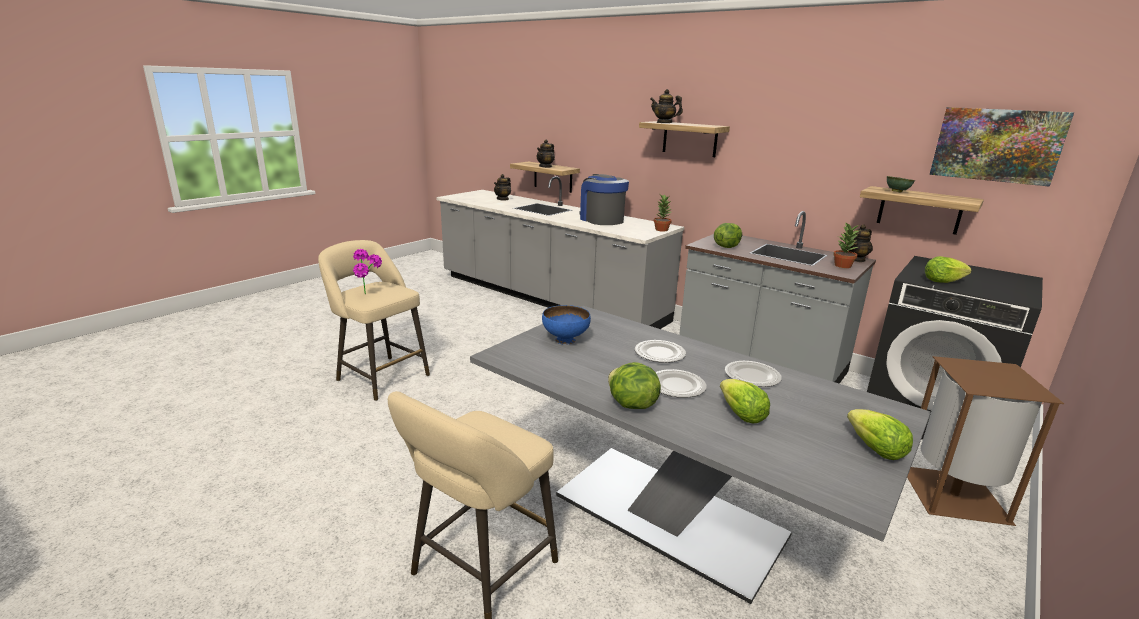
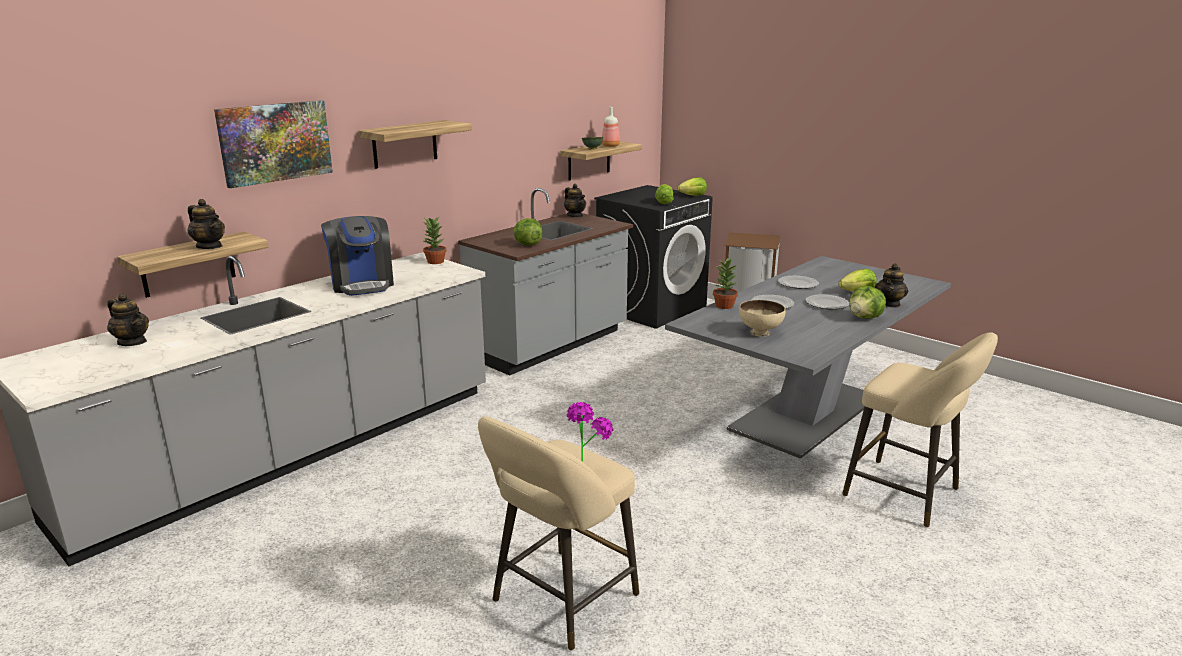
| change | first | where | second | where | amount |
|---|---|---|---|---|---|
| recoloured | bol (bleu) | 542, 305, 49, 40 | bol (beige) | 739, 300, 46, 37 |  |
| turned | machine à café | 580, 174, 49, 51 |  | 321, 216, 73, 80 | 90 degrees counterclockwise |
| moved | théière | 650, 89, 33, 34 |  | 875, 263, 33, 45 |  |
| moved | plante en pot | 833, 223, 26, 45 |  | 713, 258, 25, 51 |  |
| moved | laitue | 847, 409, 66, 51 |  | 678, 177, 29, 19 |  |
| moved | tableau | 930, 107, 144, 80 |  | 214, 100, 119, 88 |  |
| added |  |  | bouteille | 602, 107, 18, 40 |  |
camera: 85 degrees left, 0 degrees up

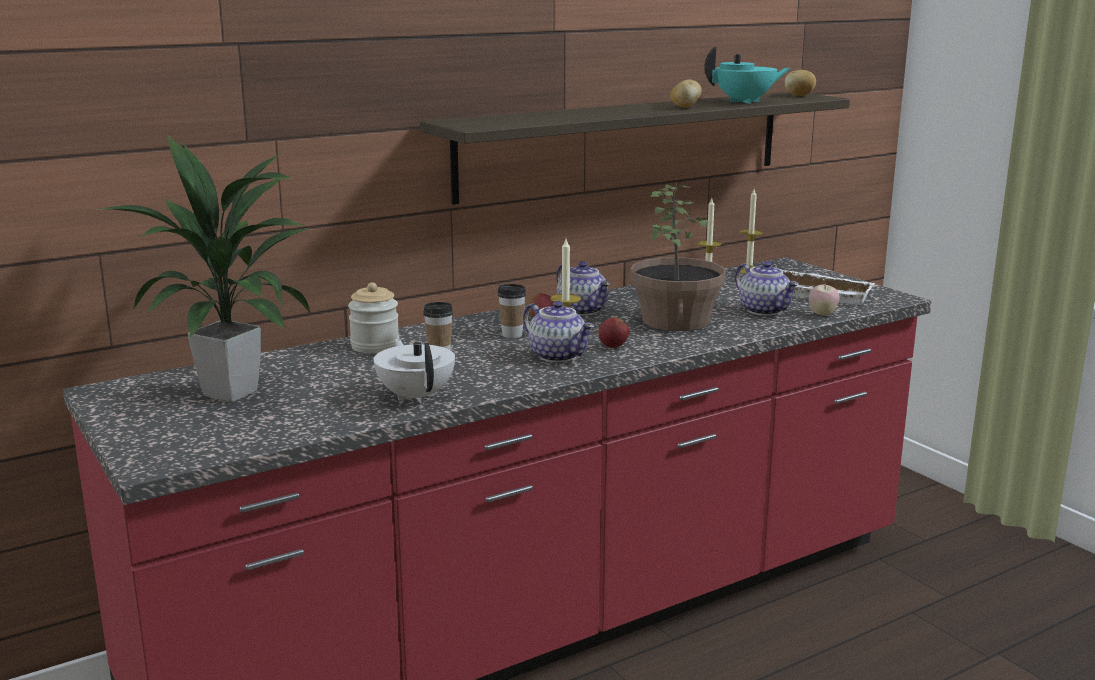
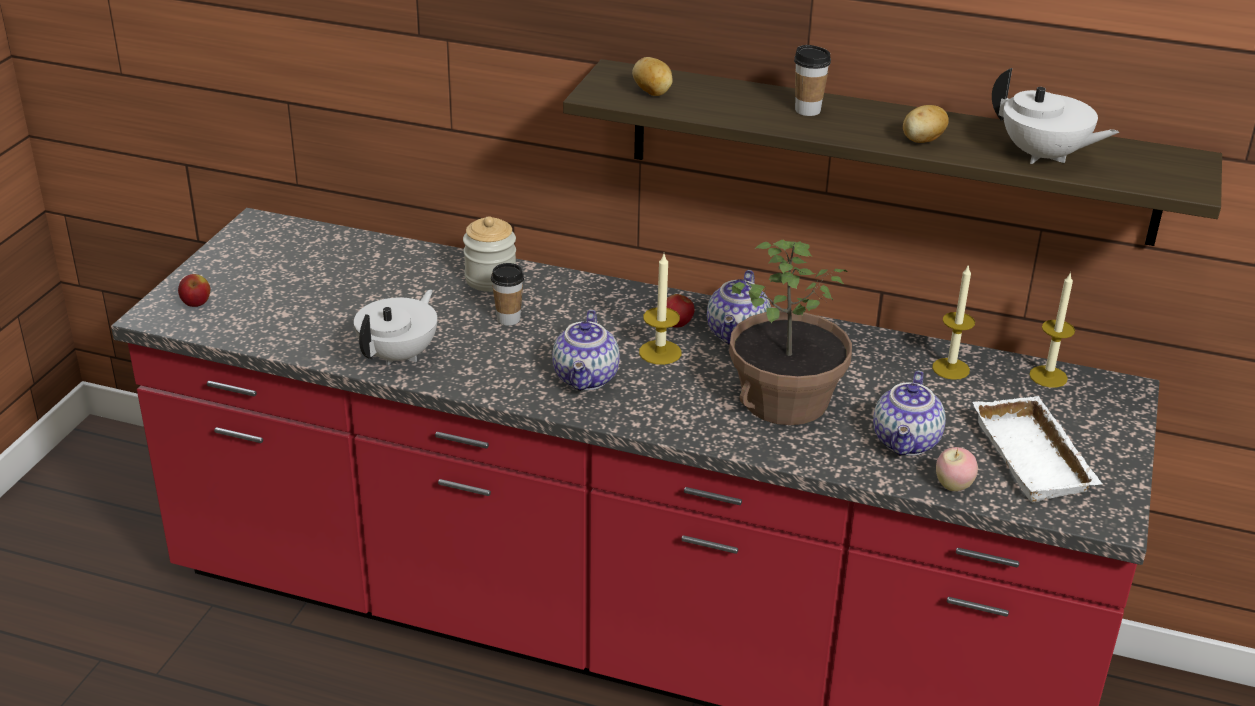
| change | first | where | second | where | amount |
|---|---|---|---|---|---|
| removed | plante en pot | 100, 134, 212, 268 |  |  |  |
| moved | tasse | 497, 284, 29, 54 |  | 794, 45, 37, 71 |  |
| moved | pomme | 598, 317, 31, 31 |  | 178, 274, 32, 33 |  |
| recoloured | théière (turquoise) | 704, 46, 87, 58 | théière (blanc) | 992, 68, 127, 96 |  |
| moved | pomme de terre | 784, 70, 32, 26 |  | 632, 57, 41, 39 |  |
camera: 50 degrees right, 15 degrees up

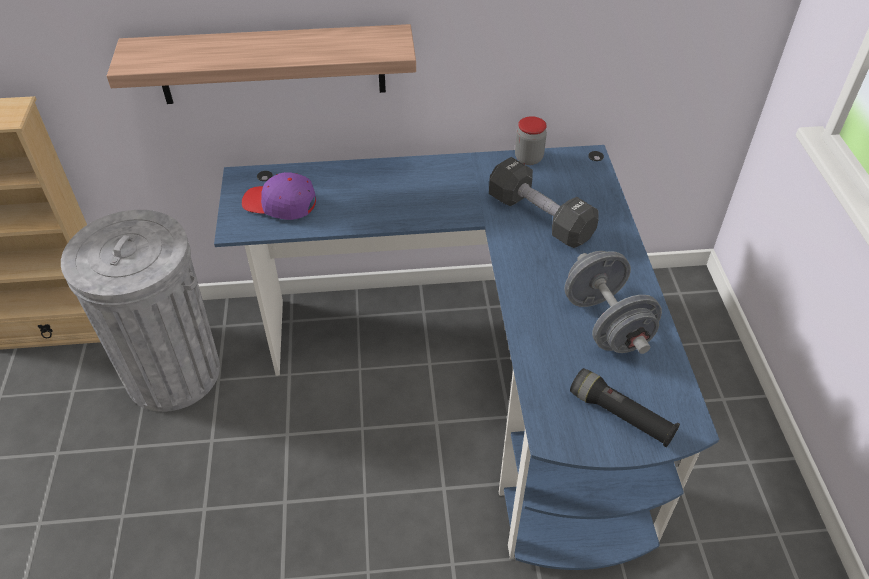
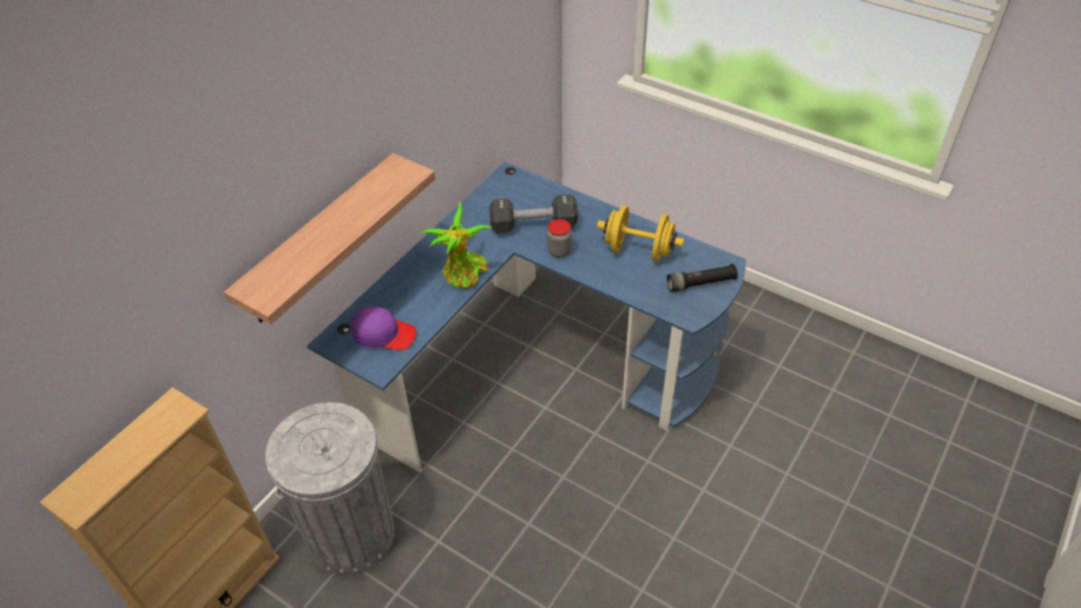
| change | first | where | second | where | amount |
|---|---|---|---|---|---|
| turned | casquette (violet) | 242, 172, 74, 48 |  | 351, 306, 65, 44 | 135 degrees counterclockwise |
| moved | bocal | 515, 116, 32, 49 |  | 547, 219, 25, 39 |  |
| recoloured | haltère (gris) | 564, 251, 98, 103 | haltère (jaune) | 597, 206, 87, 56 |  |
| added |  |  | plante en pot | 419, 202, 73, 87 |  |
camera: 50 degrees left, 0 degrees up

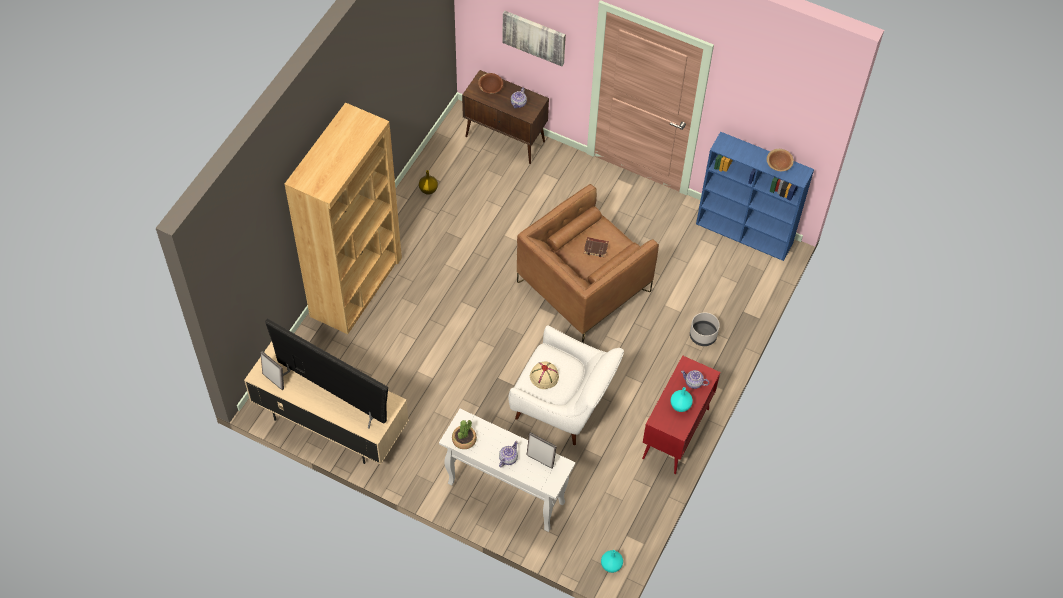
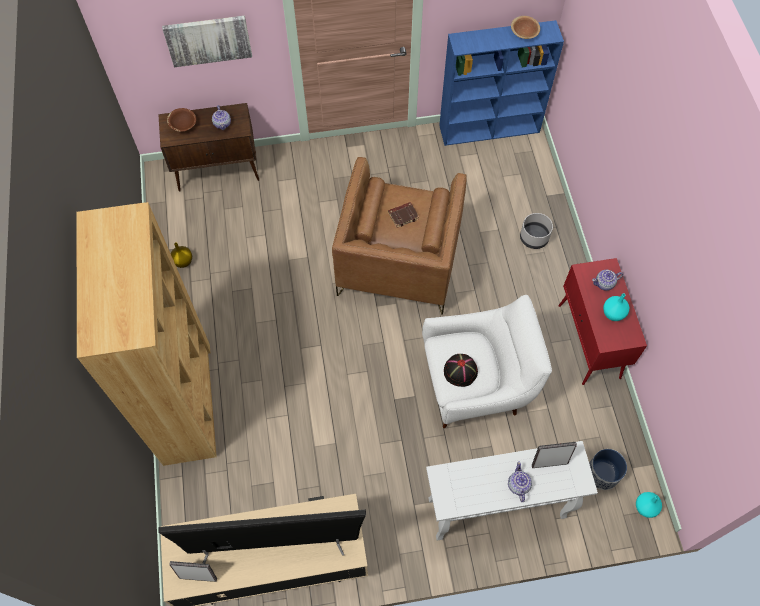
| change | first | where | second | where | amount |
|---|---|---|---|---|---|
| removed | plante en pot | 452, 420, 25, 29 |  |  |  |
| recoloured | chapeau (beige) | 530, 361, 29, 28 | chapeau (noir) | 444, 354, 34, 33 |  |
| added |  |  | cache-pot | 589, 449, 38, 41 |  |
camera: 35 degrees left, 5 degrees up

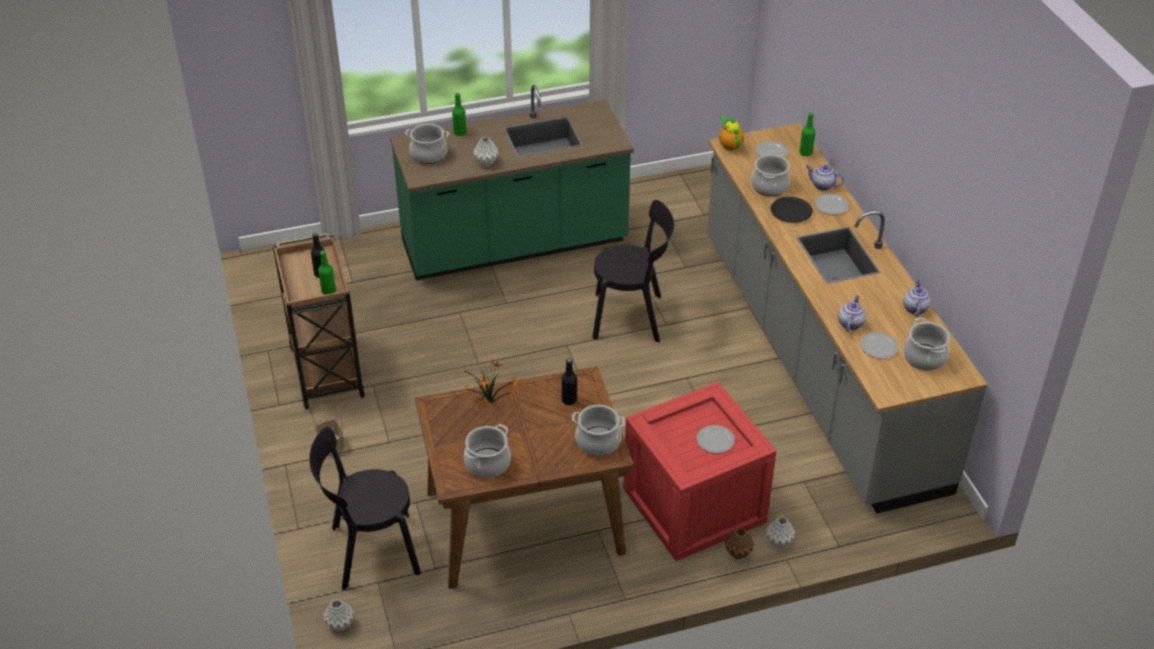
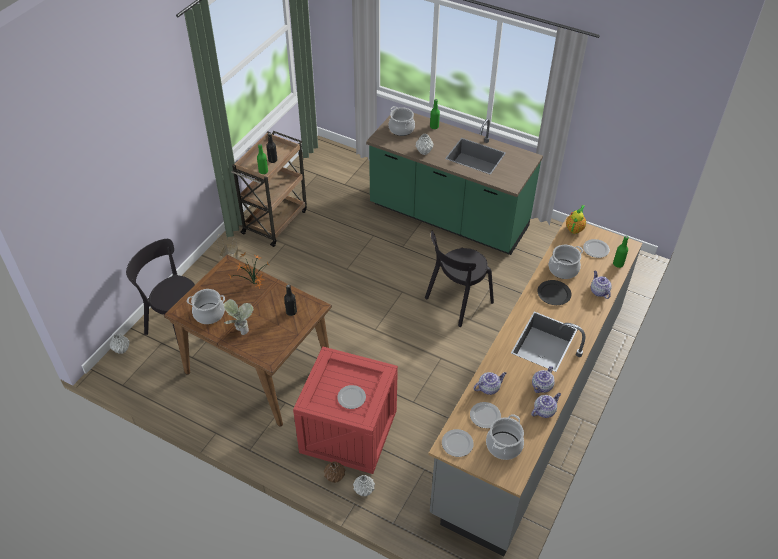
| change | first | where | second | where | amount |
|---|---|---|---|---|---|
| removed | marmite | 572, 405, 54, 51 |  |  |  |
| turned | chaise (noir) | 592, 200, 82, 142 |  | 425, 231, 69, 96 | 90 degrees clockwise |
| moved | assiette | 815, 194, 34, 21 |  | 442, 429, 32, 28 |  |
| added |  |  | plante en pot | 224, 299, 29, 36 |  |
| added |  |  | théière | 532, 366, 23, 27 |  |
camera: 45 degrees right, 5 degrees up

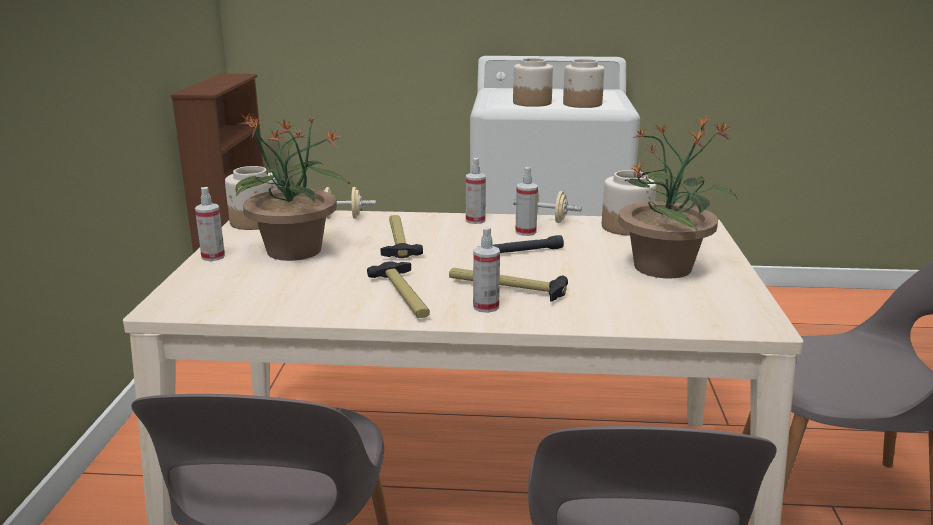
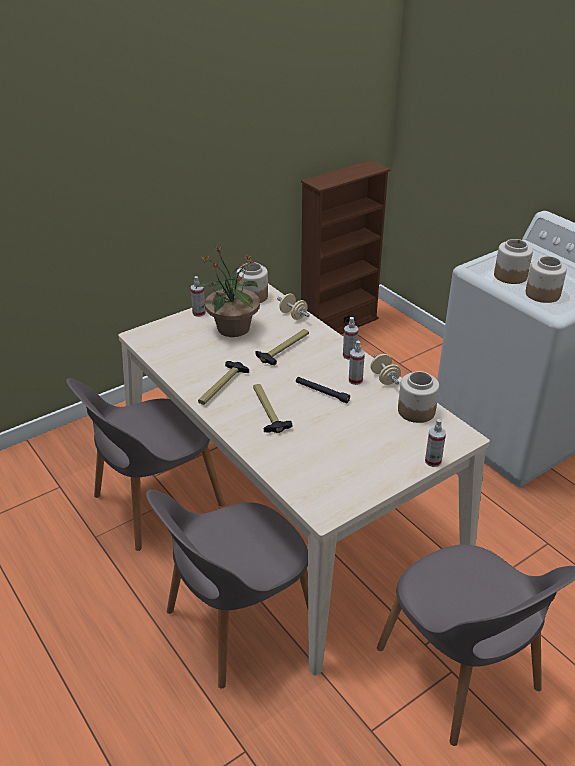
| change | first | where | second | where | amount |
|---|---|---|---|---|---|
| moved | vaporisateur | 473, 227, 27, 86 |  | 425, 419, 21, 48 |  |
| removed | plante en pot | 618, 114, 119, 165 |  |  |  |
camera: 50 degrees right, 15 degrees up

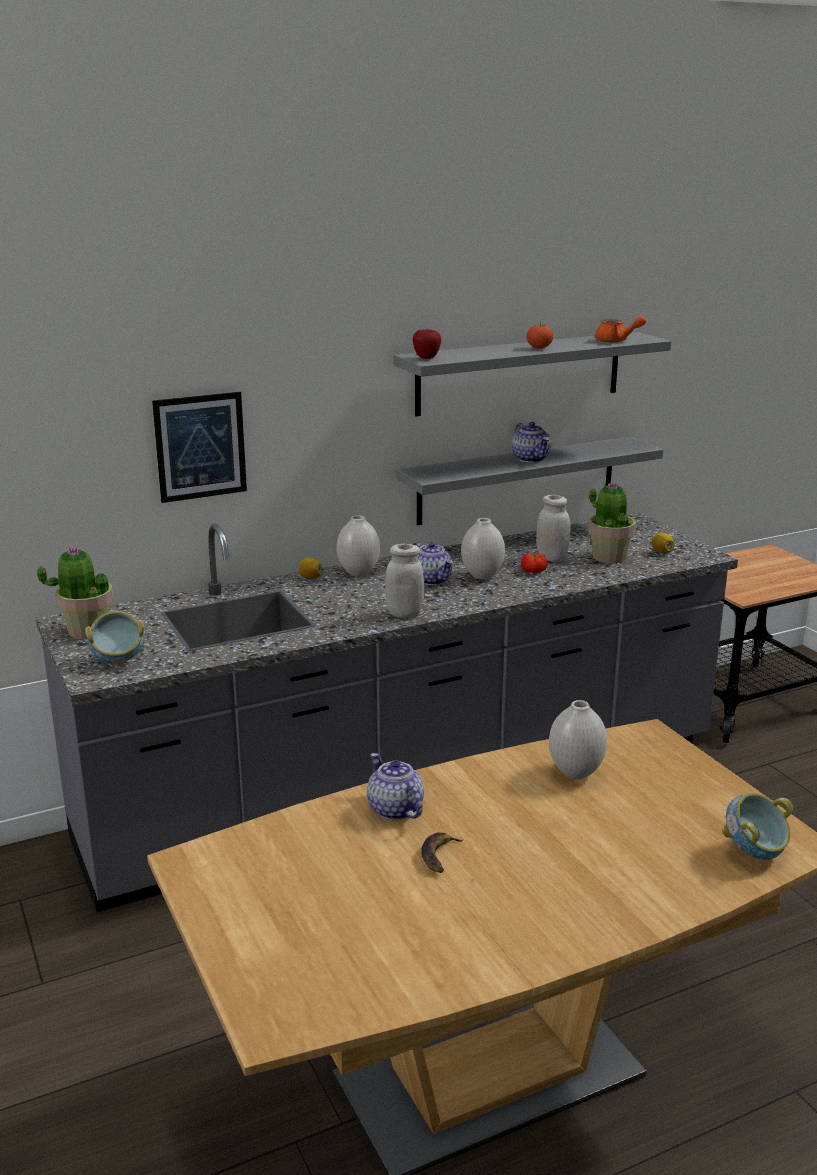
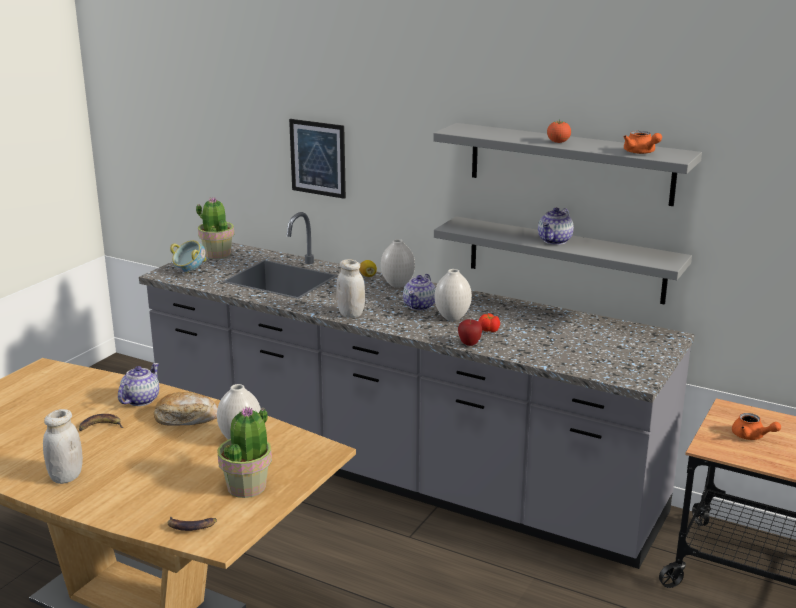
| change | first | where | second | where | amount |
|---|---|---|---|---|---|
| moved | pomme | 412, 329, 29, 30 |  | 458, 319, 24, 27 |  |
| moved | bocal (blanc) | 536, 495, 35, 67 |  | 43, 409, 40, 75 |  |
| moved | plante en pot | 588, 481, 48, 82 |  | 217, 406, 55, 92 |  |
| removed | citron | 651, 532, 24, 21 |  |  |  |
| replaced | bol | 723, 793, 70, 67 | banane | 168, 516, 49, 15 |  |
| added |  |  | pain | 154, 392, 64, 34 |  |
| added |  |  | théière (orange) | 732, 413, 49, 27 |  |
camera: 55 degrees right, 0 degrees up

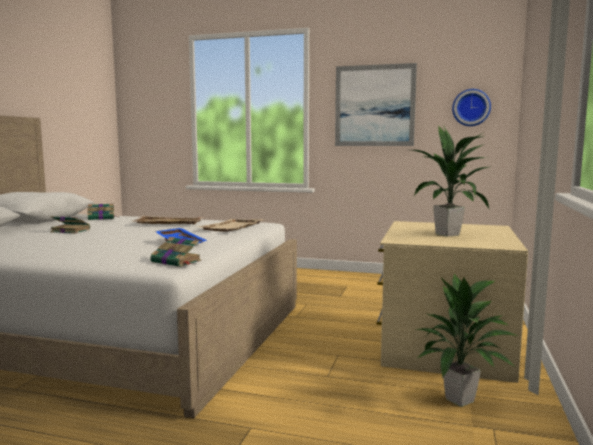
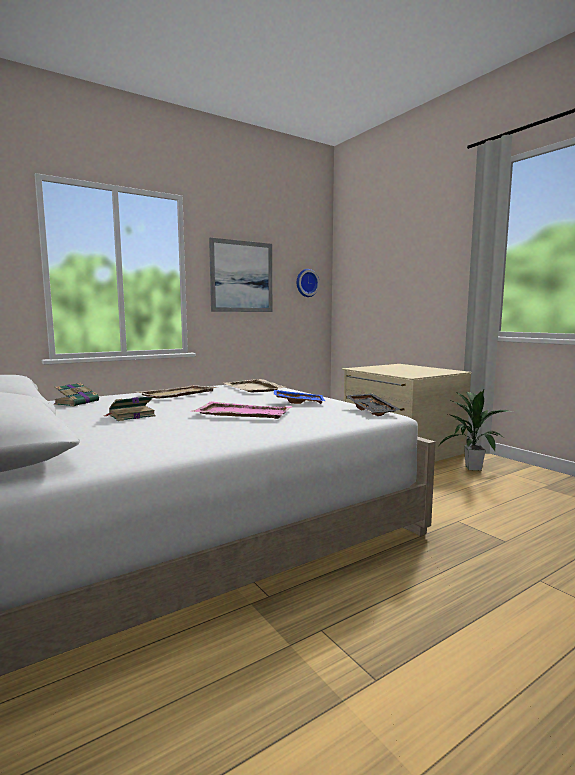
| change | first | where | second | where | amount |
|---|---|---|---|---|---|
| replaced | livre | 150, 237, 51, 30 | plateau (noir) | 346, 393, 55, 23 |  |
| removed | plante en pot | 412, 125, 80, 112 |  |  |  |
| added |  |  | plateau (rose) | 192, 402, 101, 17 |  |
camera: 50 degrees left, 0 degrees up

